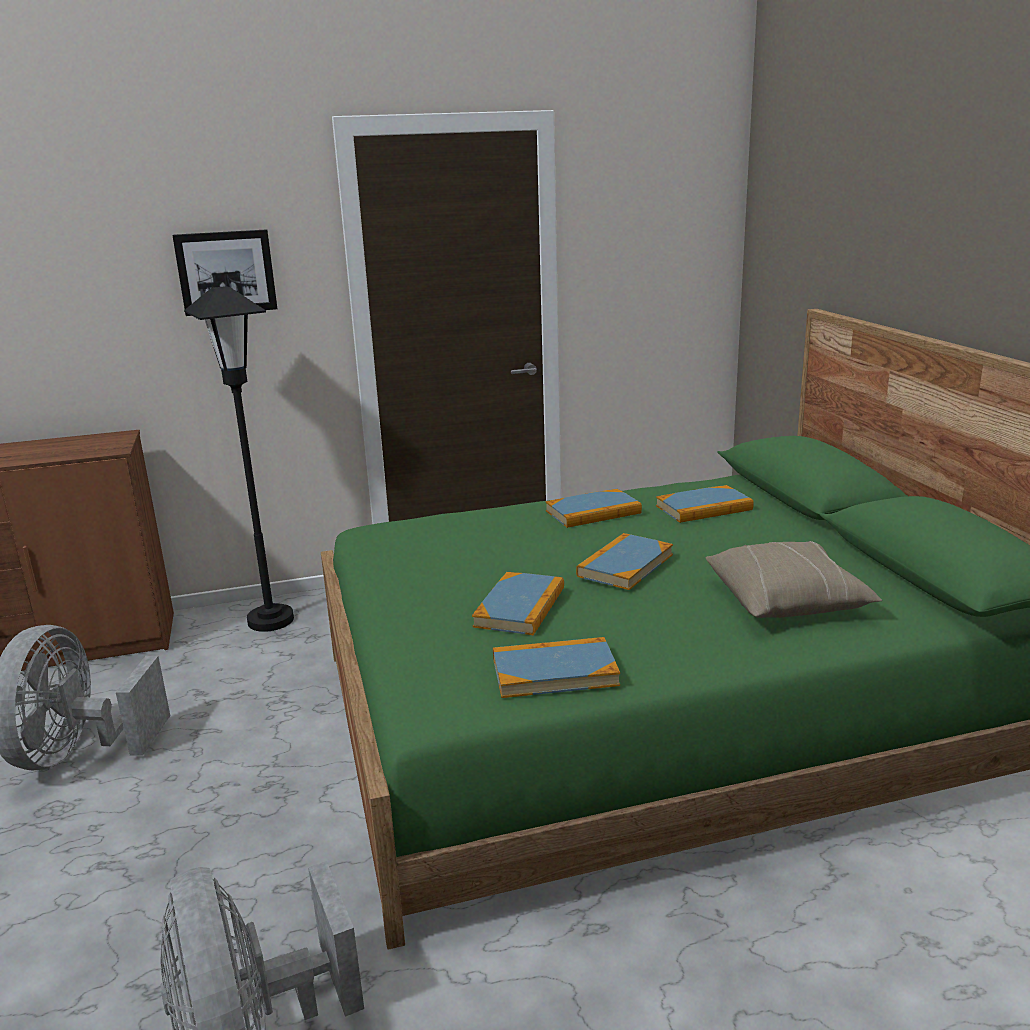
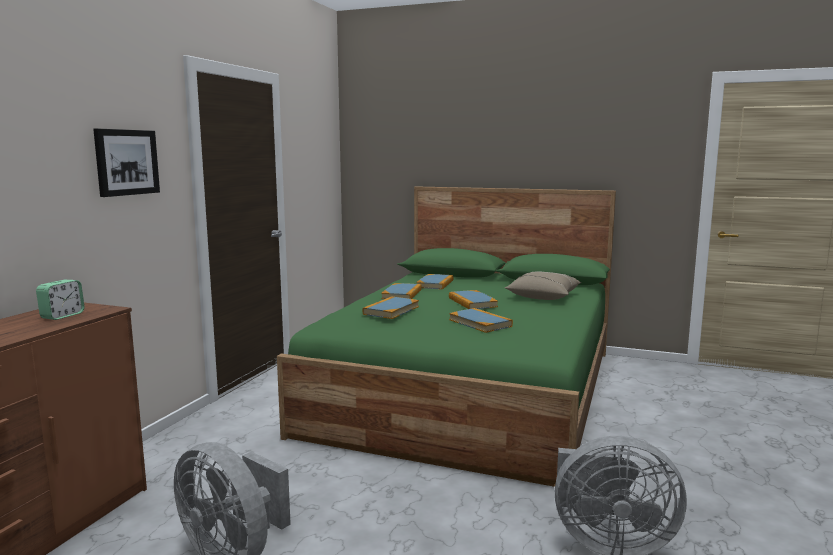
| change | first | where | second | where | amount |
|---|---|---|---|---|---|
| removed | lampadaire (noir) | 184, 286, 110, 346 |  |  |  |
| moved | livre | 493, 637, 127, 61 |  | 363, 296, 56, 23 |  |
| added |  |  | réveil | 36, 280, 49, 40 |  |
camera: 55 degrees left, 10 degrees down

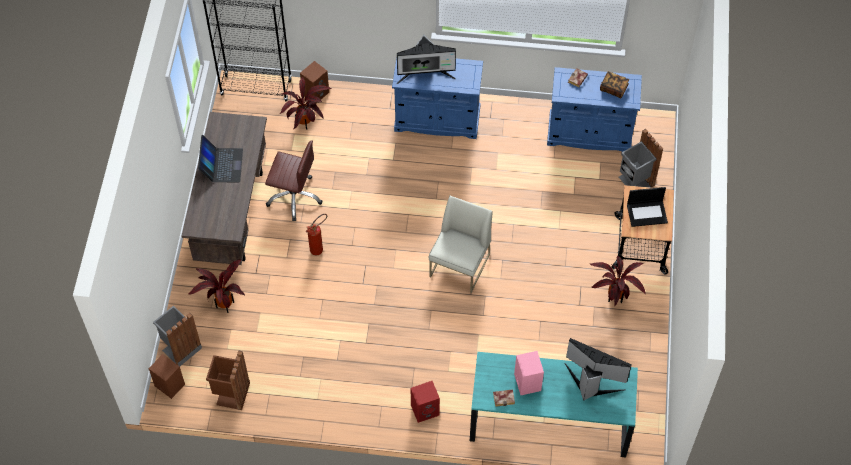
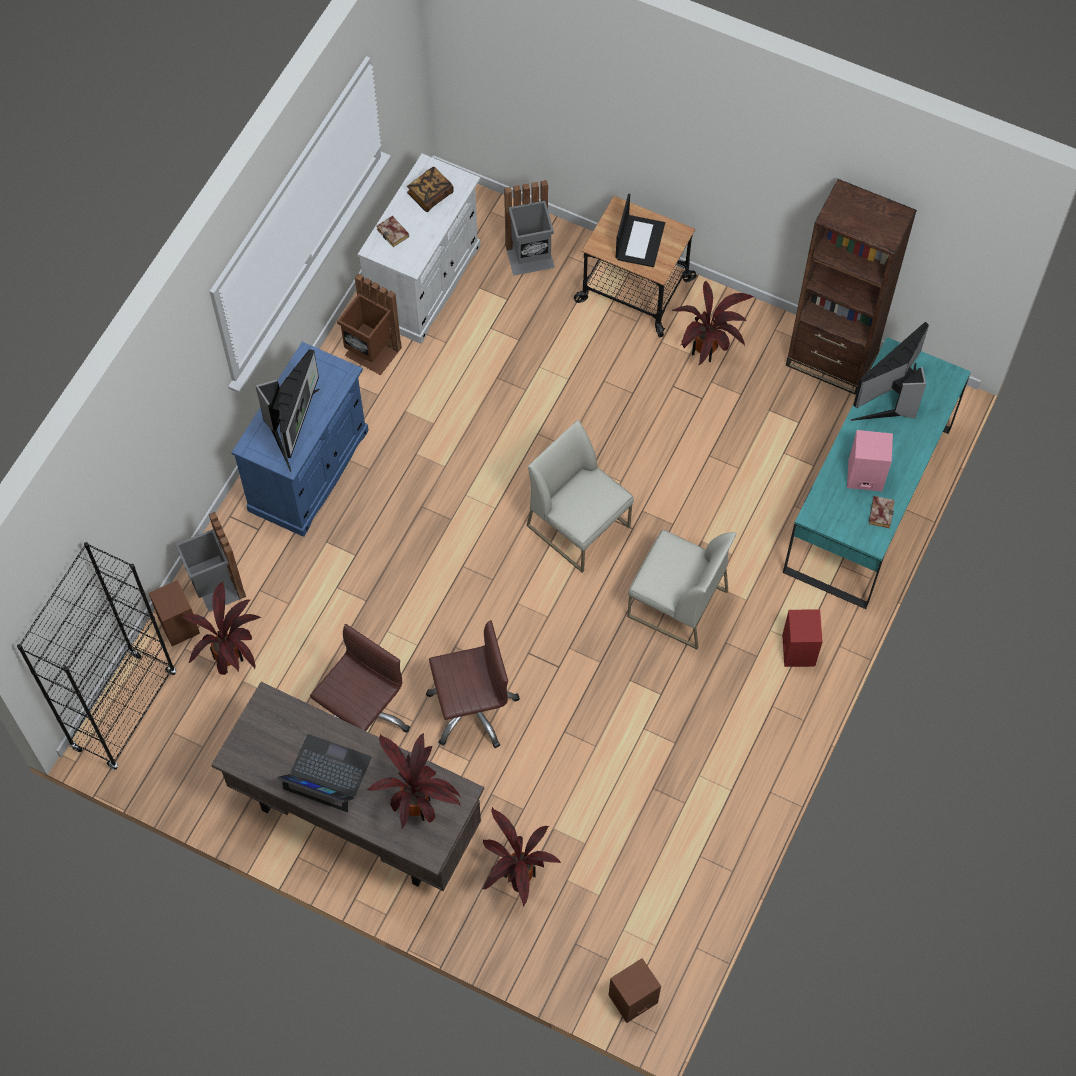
| change | first | where | second | where | amount |
|---|---|---|---|---|---|
| moved | poubelle (gris) | 153, 305, 49, 61 |  | 175, 512, 71, 100 |  |
| moved | poubelle (marron) | 206, 350, 44, 60 |  | 337, 273, 65, 102 |  |
| replaced | extincteur | 305, 214, 22, 41 | chaise de bureau (marron) | 426, 620, 94, 128 |  |
| recoloured | meuble de rangement (bleu) | 547, 67, 95, 85 | meuble de rangement (blanc) | 358, 154, 122, 189 |  |
| added |  |  | plante en pot | 368, 732, 93, 98 |  |
| added |  |  | chaise (blanc) | 627, 530, 110, 120 |  |
| added |  |  | bibliothèque (marron) | 786, 179, 131, 216 |  |
camera: 70 degrees left, 5 degrees up

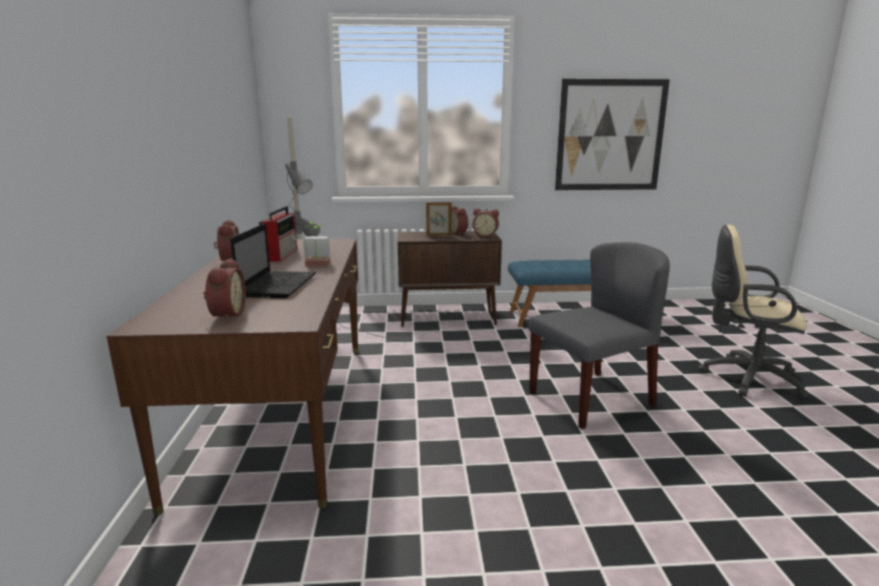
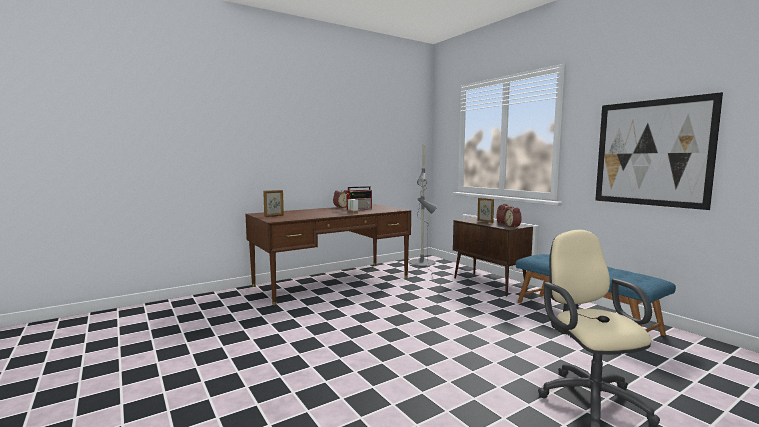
| change | first | where | second | where | amount |
|---|---|---|---|---|---|
| replaced | réveil | 203, 258, 43, 64 | cadre photo | 263, 190, 21, 27 |  |
| removed | ordinateur portable | 230, 223, 86, 75 |  |  |  |
| removed | chaise (gris) | 529, 242, 141, 187 |  |  |  |
camera: 60 degrees right, 10 degrees down

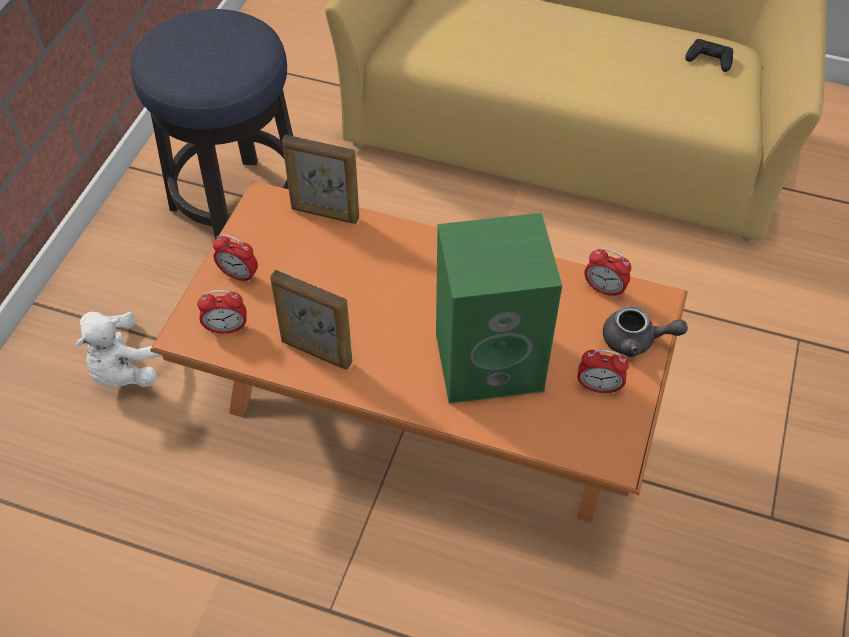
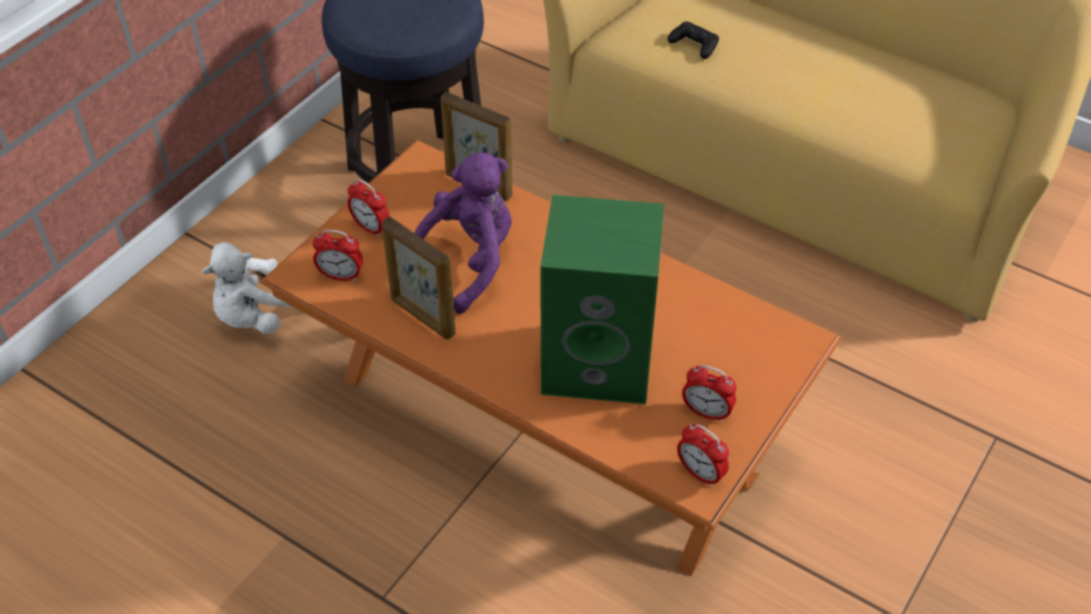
| change | first | where | second | where | amount |
|---|---|---|---|---|---|
| moved | réveil | 584, 248, 47, 50 |  | 677, 424, 52, 63 |  |
| removed | théière (gris) | 603, 306, 85, 51 |  |  |  |
| moved | manette (noir) | 685, 39, 48, 33 |  | 668, 22, 51, 37 |  |
| added |  |  | peluche (violet) | 414, 152, 98, 162 |  |
camera: 15 degrees right, 5 degrees down

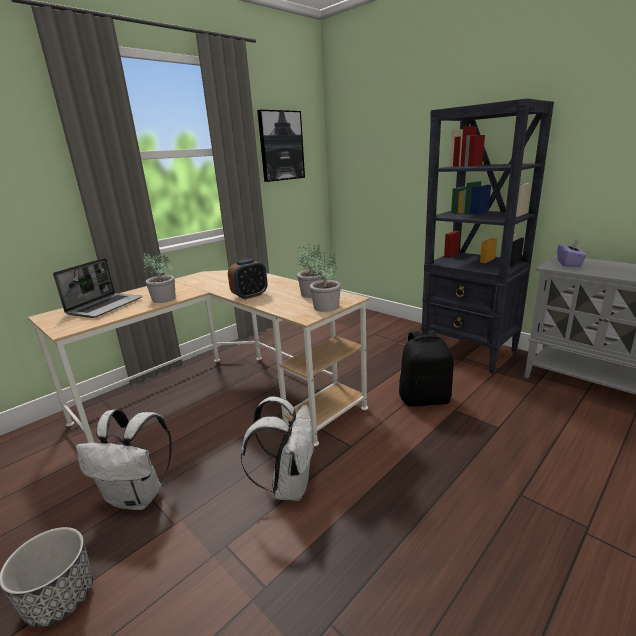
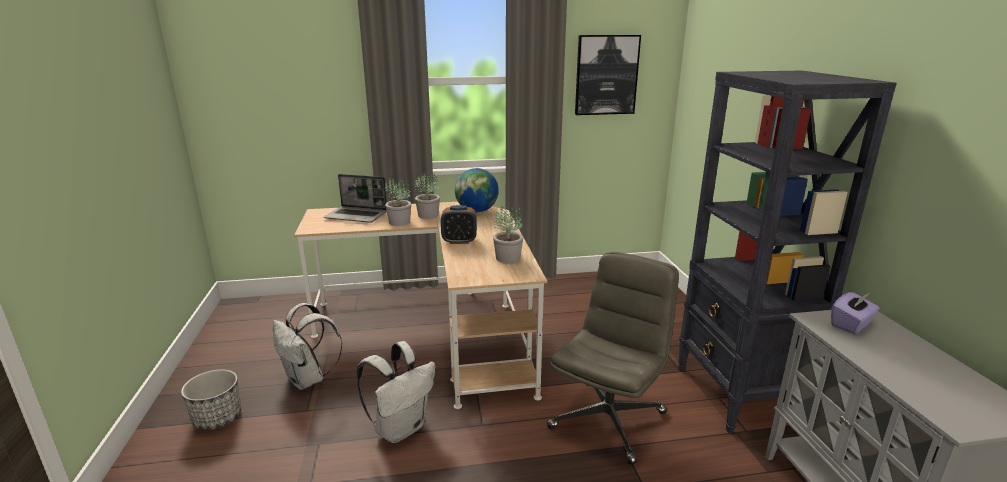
| change | first | where | second | where | amount |
|---|---|---|---|---|---|
| turned | ordinateur portable | 53, 258, 89, 60 |  | 324, 174, 63, 49 | 45 degrees clockwise |
| moved | plante en pot | 310, 252, 31, 60 |  | 415, 172, 25, 47 |  |
| replaced | sac à dos (noir) | 399, 330, 55, 77 | chaise de bureau (gris) | 547, 252, 132, 213 |  |
| added |  |  | globe | 455, 168, 44, 44 |  |
camera: 35 degrees right, 0 degrees up

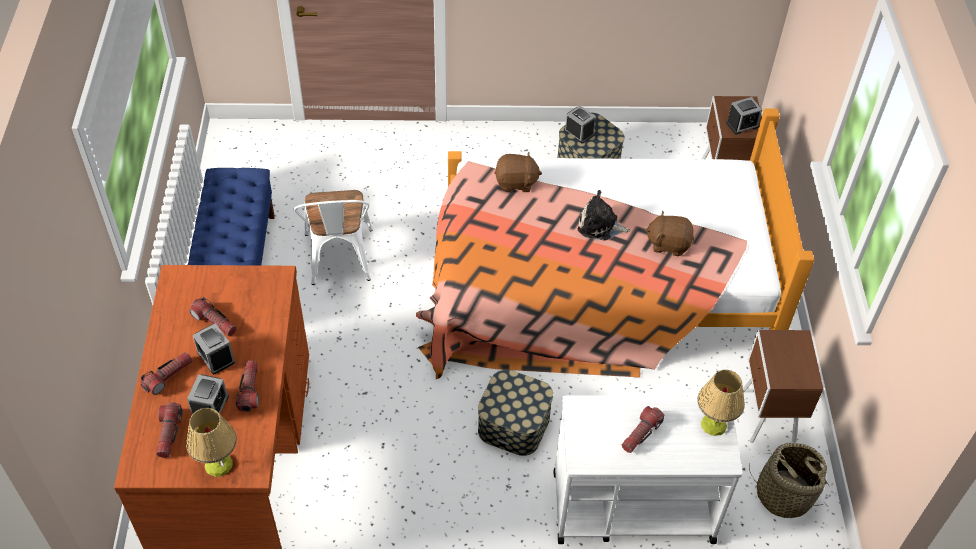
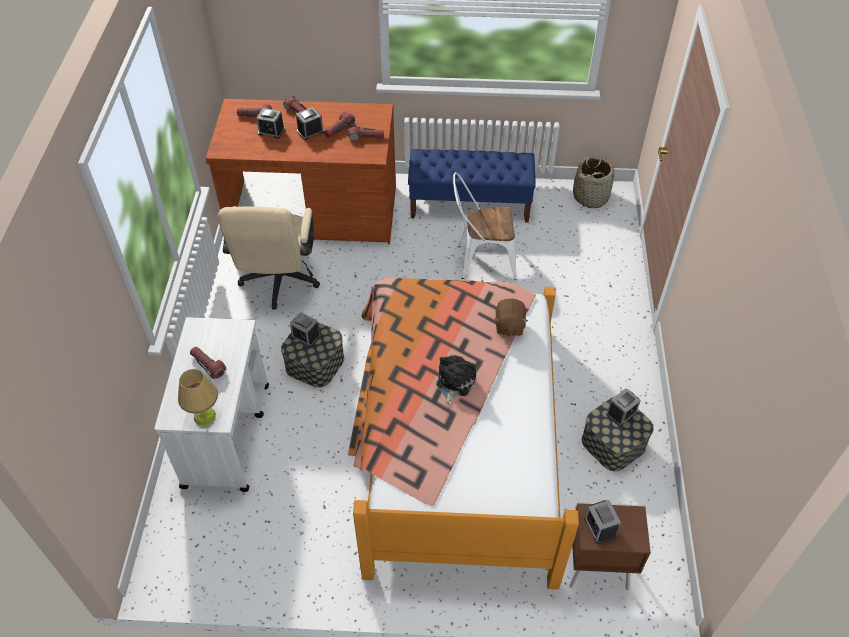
| change | first | where | second | where | amount |
|---|---|---|---|---|---|
| removed | lampe de table | 186, 408, 51, 69 |  |  |  |
| moved | lampe de poche | 236, 361, 23, 51 |  | 348, 125, 36, 16 |  |
| removed | peluche (marron) | 645, 210, 49, 46 |  |  |  |
| removed | table de chevet (marron) | 743, 330, 80, 113 |  |  |  |
| moved | panier | 749, 443, 79, 75 |  | 573, 156, 41, 52 |  |
| added |  |  | chaise de bureau (beige) | 218, 206, 102, 104 |  |
| added |  |  | réveil | 290, 312, 31, 35 |  |
camera: 95 degrees right, 0 degrees up

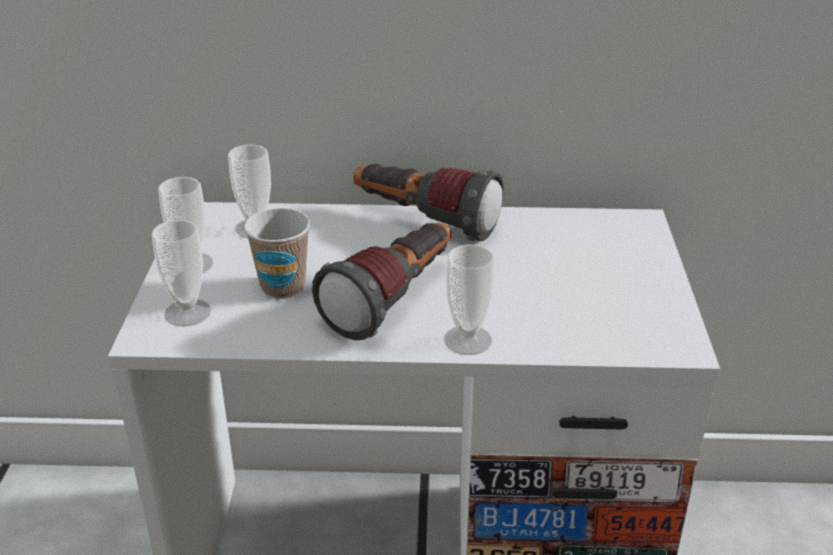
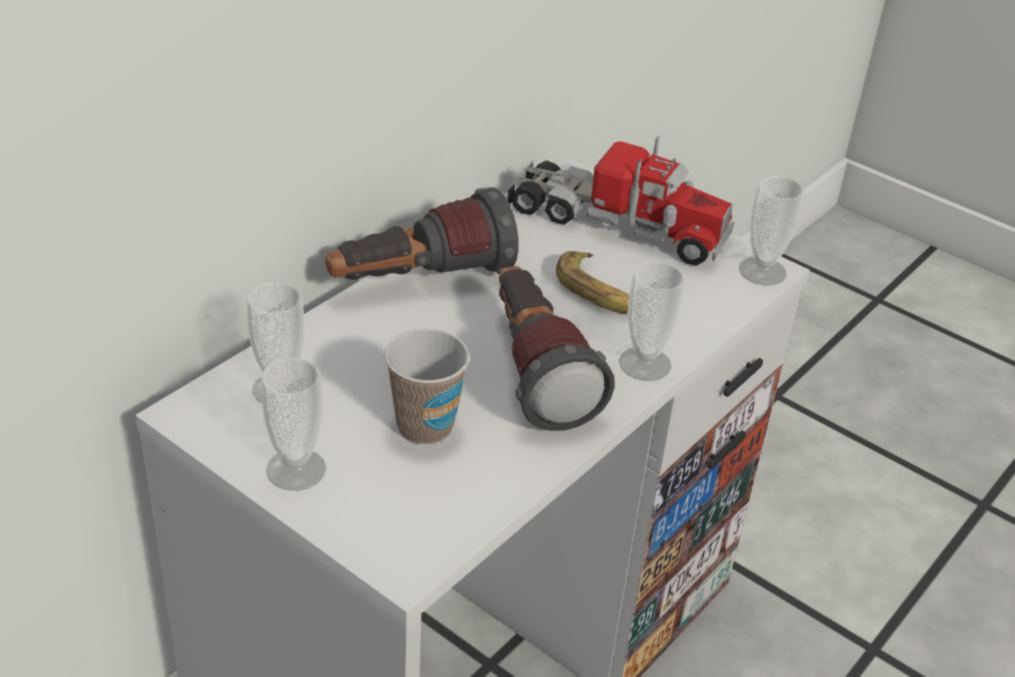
| change | first | where | second | where | amount |
|---|---|---|---|---|---|
| moved | tasse | 152, 220, 59, 106 |  | 739, 175, 65, 110 |  |
| added |  |  | camion jouet | 507, 136, 228, 130 |  |
| added |  |  | banane | 556, 251, 73, 63 |  |
camera: 55 degrees left, 5 degrees up

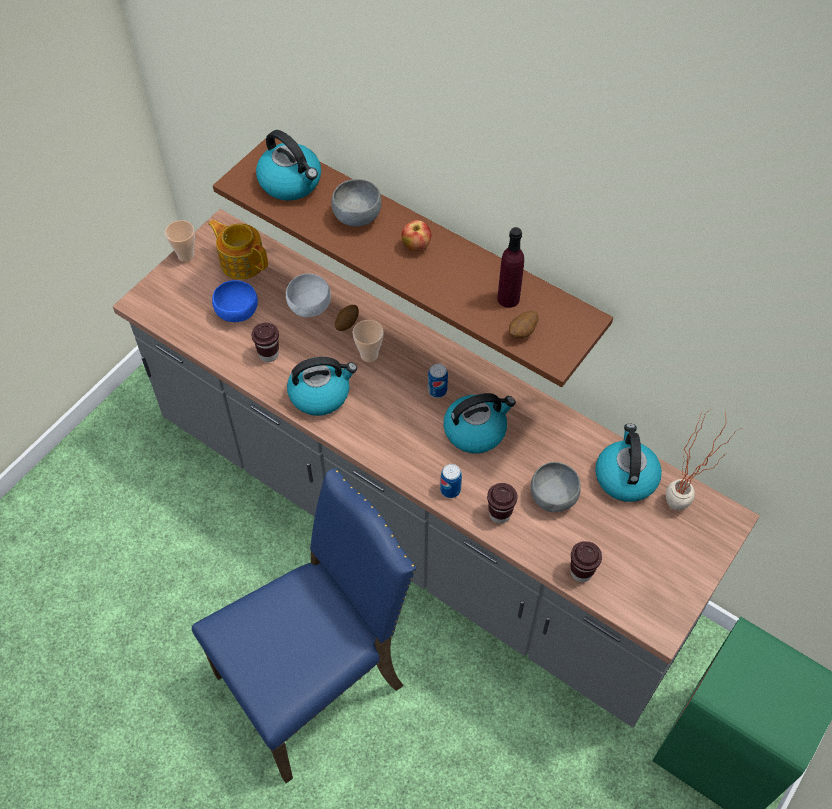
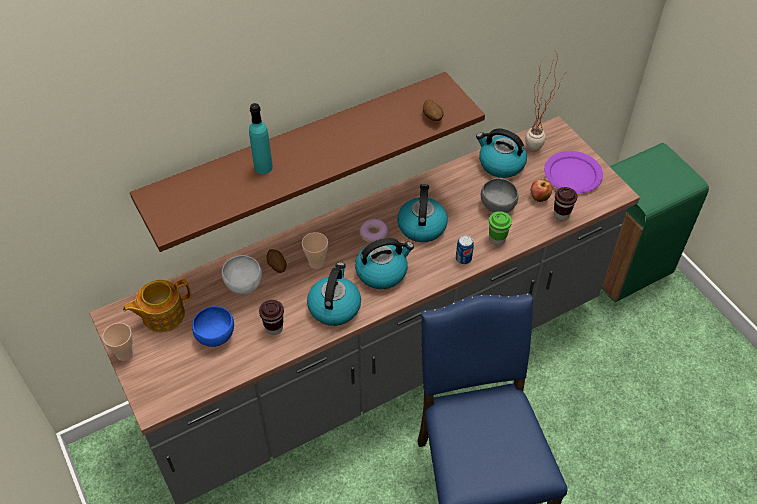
| change | first | where | second | where | amount |
|---|---|---|---|---|---|
| moved | bouilloire | 256, 130, 65, 71 |  | 355, 238, 59, 51 |  |
| replaced | bol (gris) | 331, 179, 51, 47 | bouteille (turquoise) | 249, 103, 24, 71 |  |
| moved | pomme | 401, 220, 30, 32 |  | 531, 179, 21, 23 |  |
| replaced | boîte métallique | 428, 364, 20, 34 | beignet | 359, 219, 30, 24 |  |
| recoloured | tasse (marron) | 487, 483, 31, 41 | tasse (vert) | 489, 211, 23, 34 |  |
| removed | bouteille (violet) | 497, 227, 27, 81 |  |  |  |
| added |  |  | assiette (violet) | 544, 151, 59, 42 |  |
camera: 65 degrees left, 5 degrees down

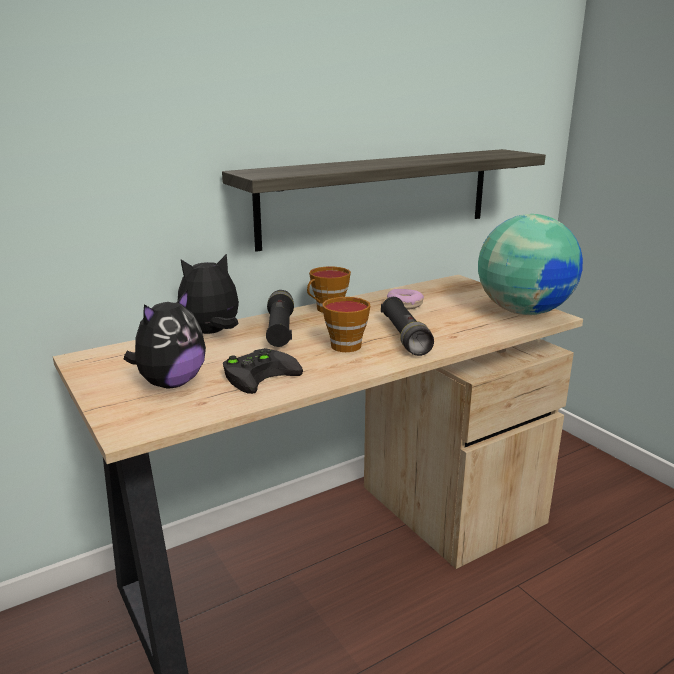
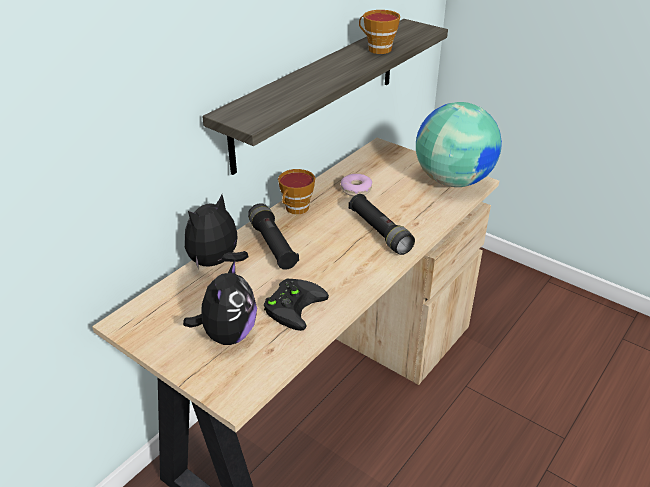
| change | first | where | second | where | amount |
|---|---|---|---|---|---|
| moved | tasse | 322, 297, 48, 55 |  | 359, 10, 41, 44 |  |
camera: 20 degrees left, 15 degrees up

